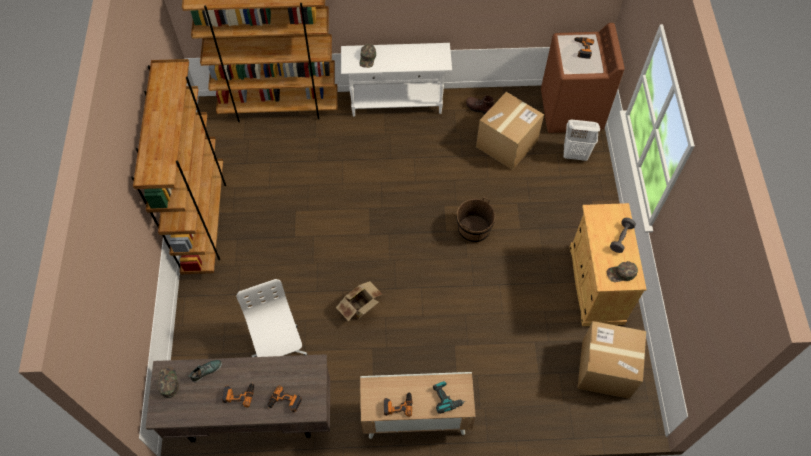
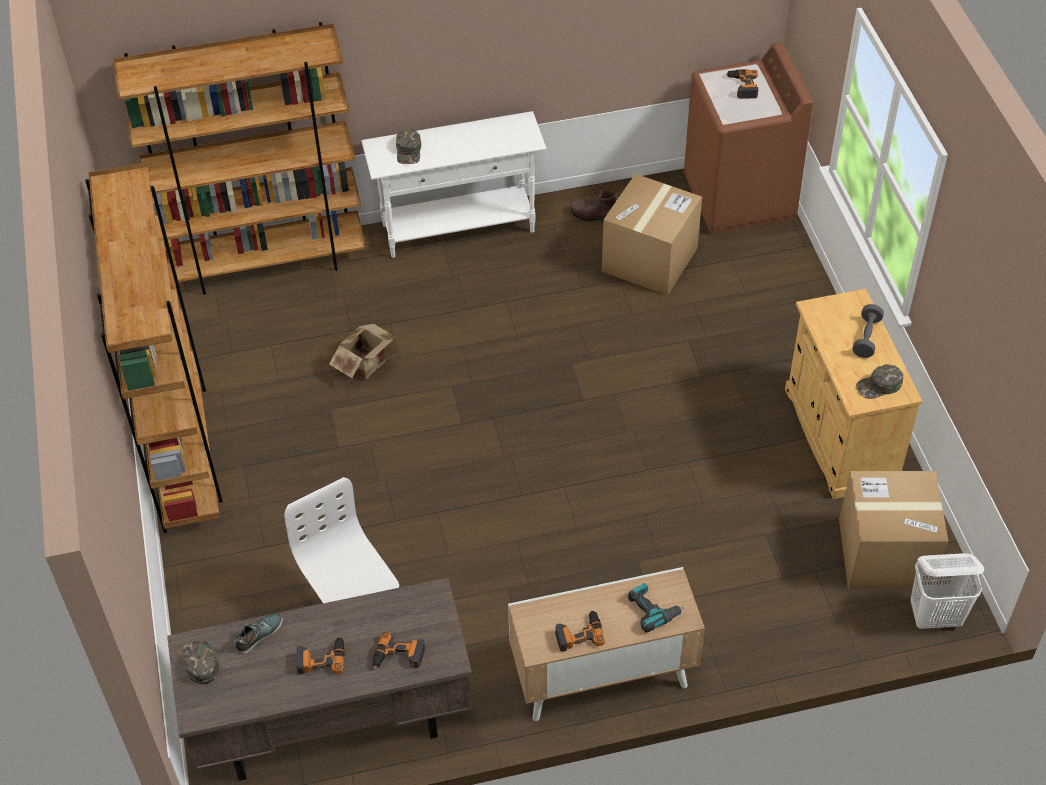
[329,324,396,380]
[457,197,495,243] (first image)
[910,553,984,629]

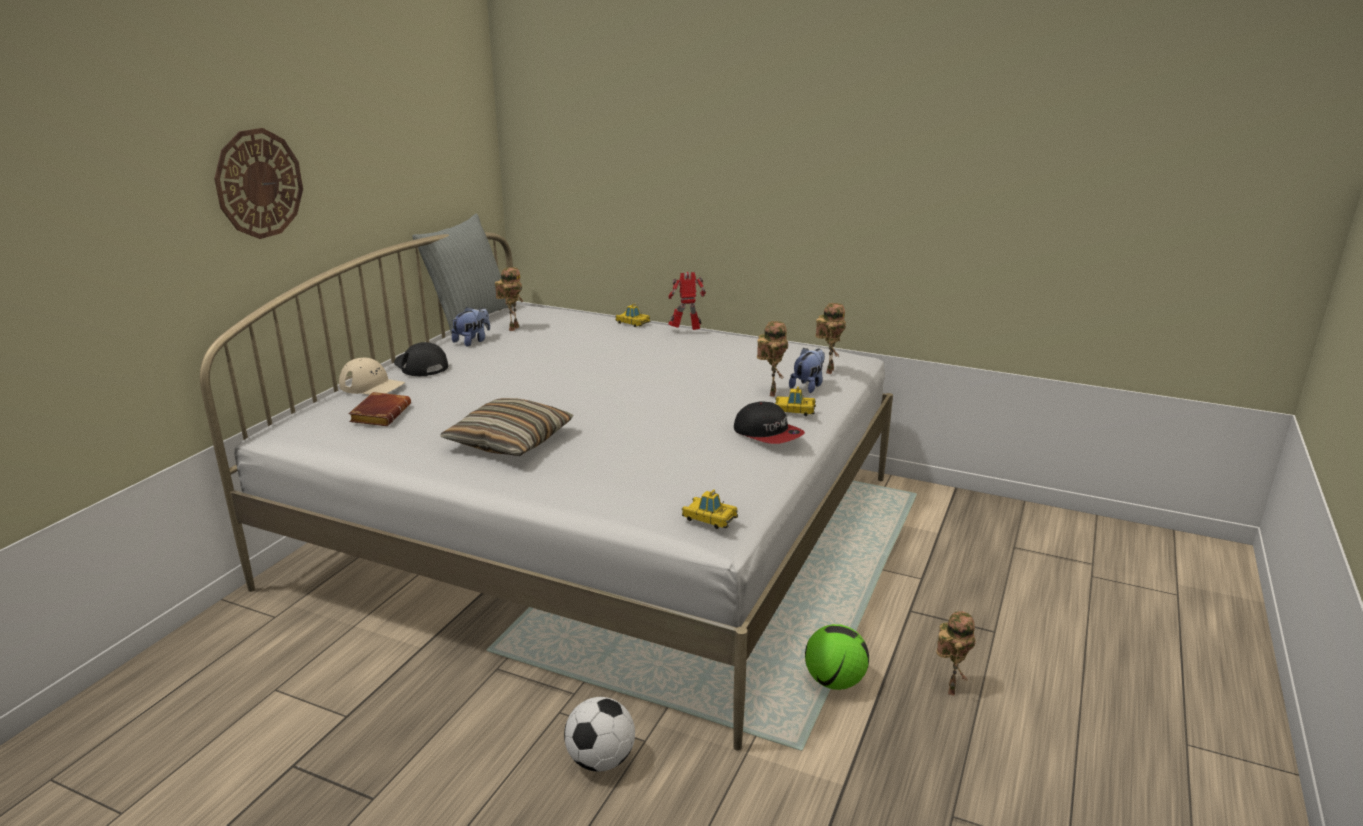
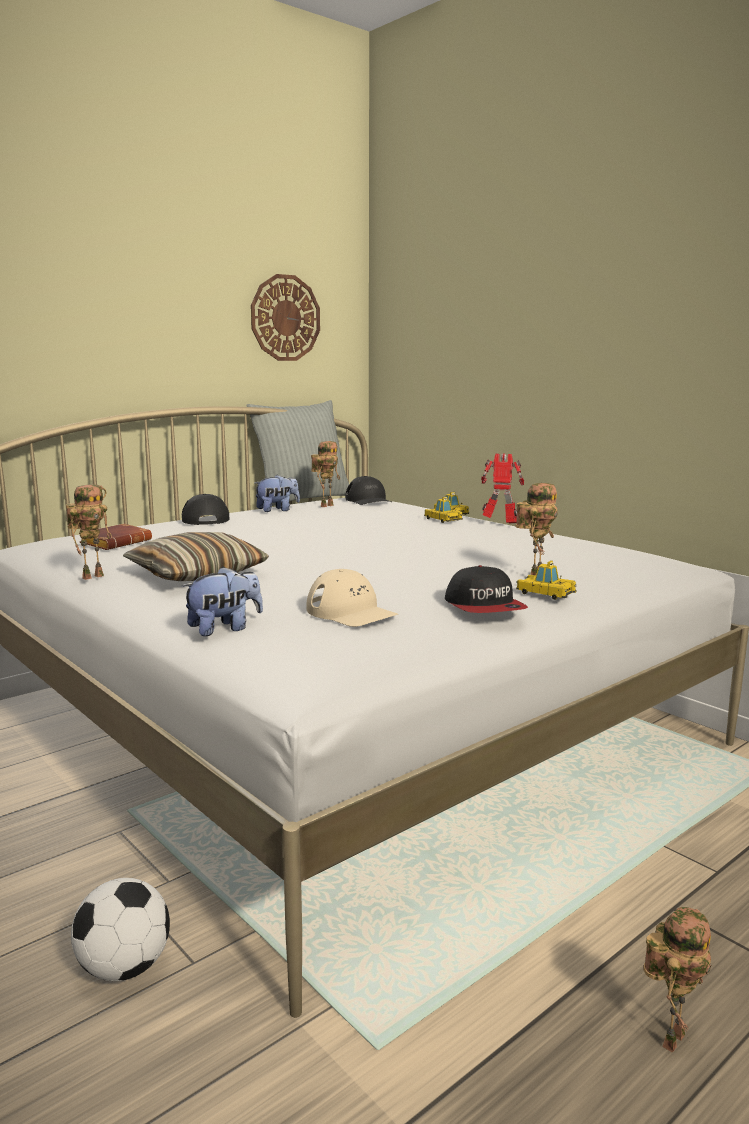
[251,274,320,361]
[306,569,398,627]
[424,497,463,523]
[182,566,263,636]
[805,624,869,690] (first image)
[66,484,112,580]
[345,476,391,505]

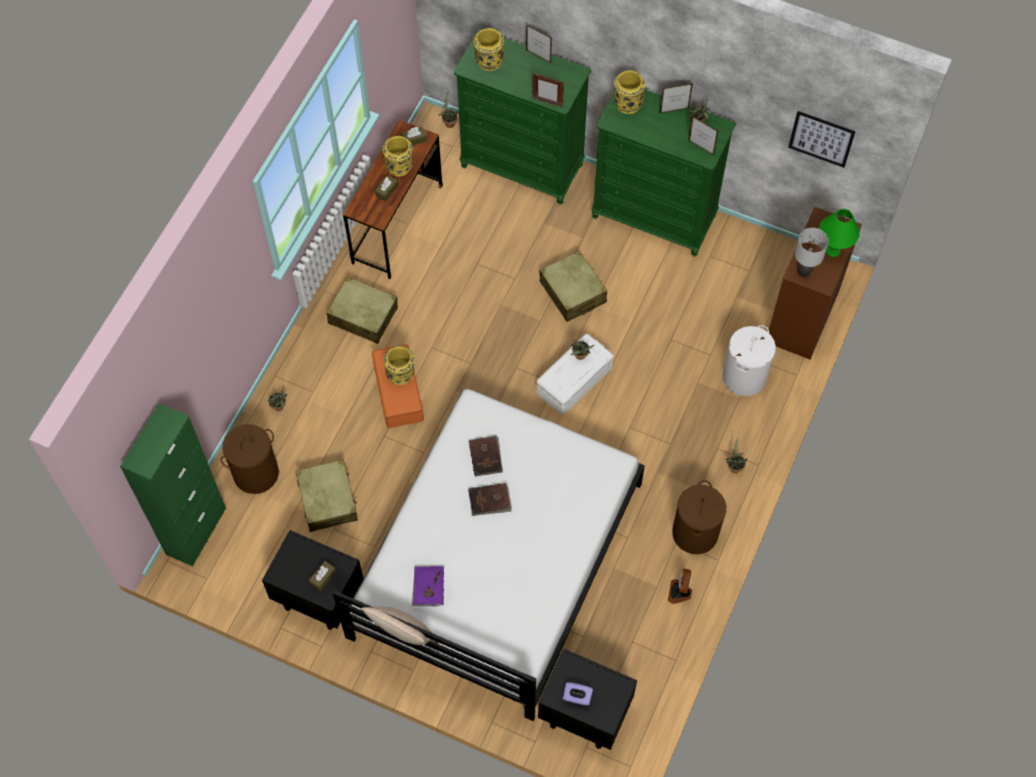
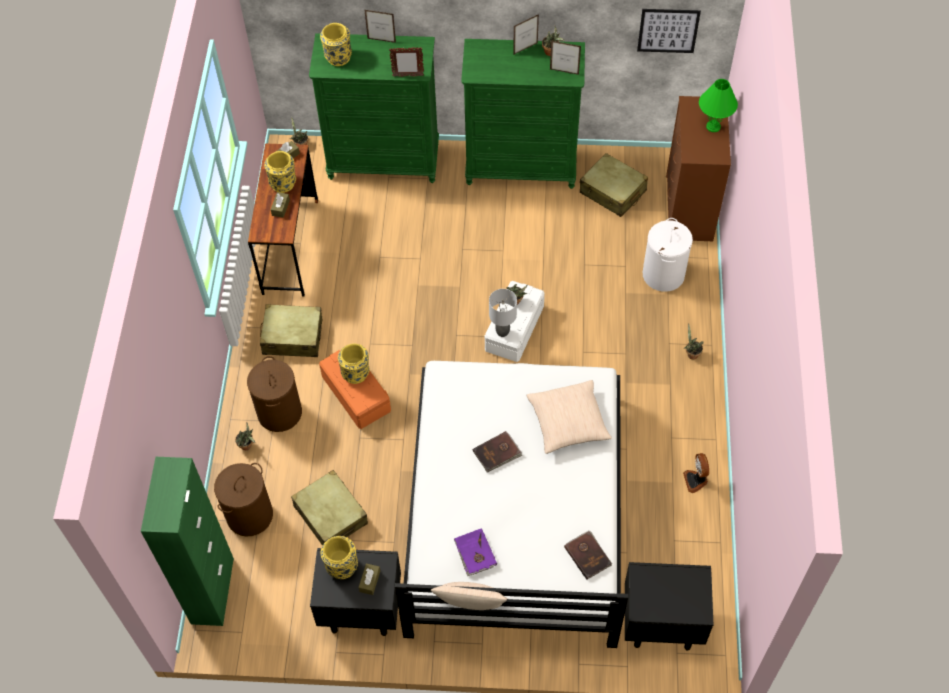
[564,531,612,580]
[580,153,648,217]
[563,682,593,706] (first image)
[321,536,358,579]
[247,356,302,432]
[489,289,517,337]
[526,380,612,454]

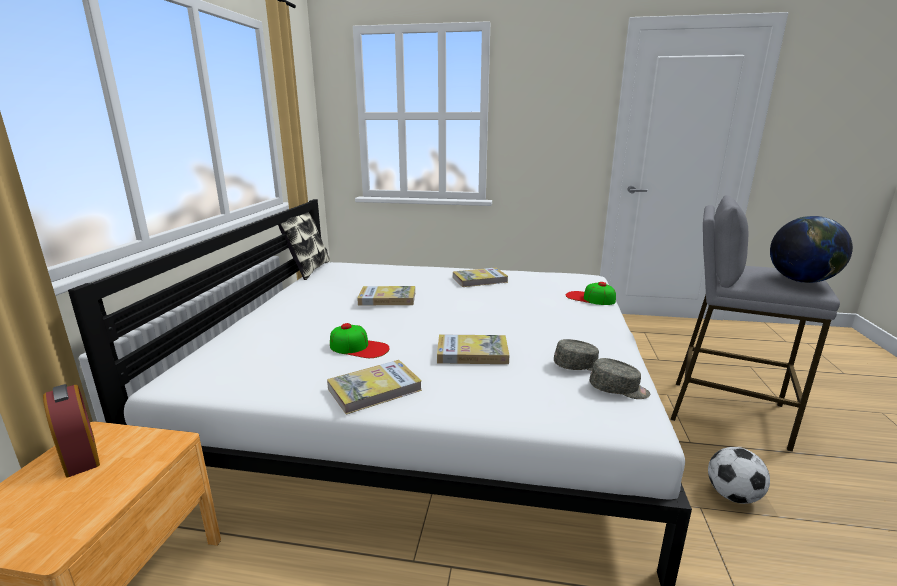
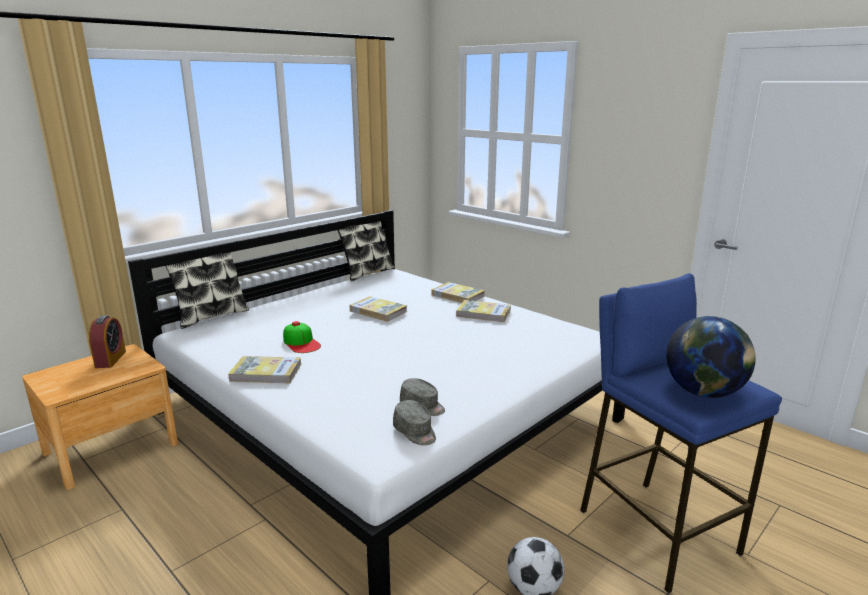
[431,282,485,303]
[566,282,616,305] (first image)
[580,273,782,594]
[166,252,249,329]

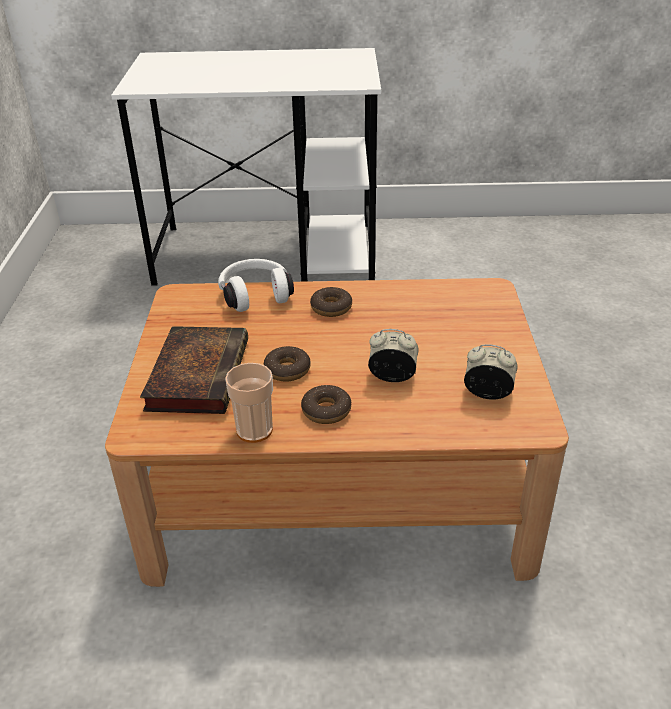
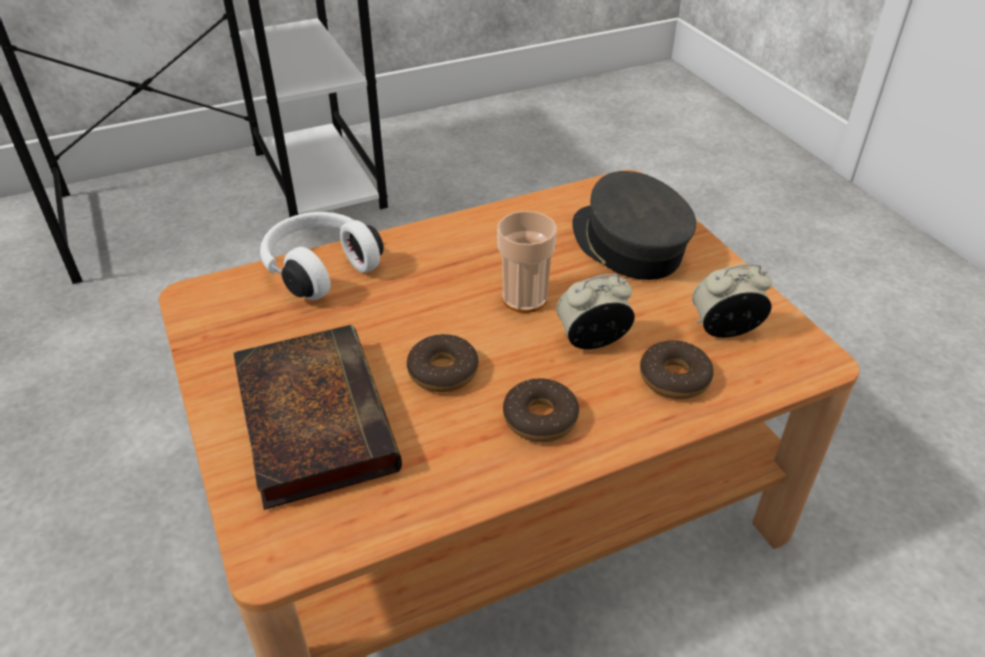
[497,211,557,313]
[640,340,714,399]
[572,171,696,280]

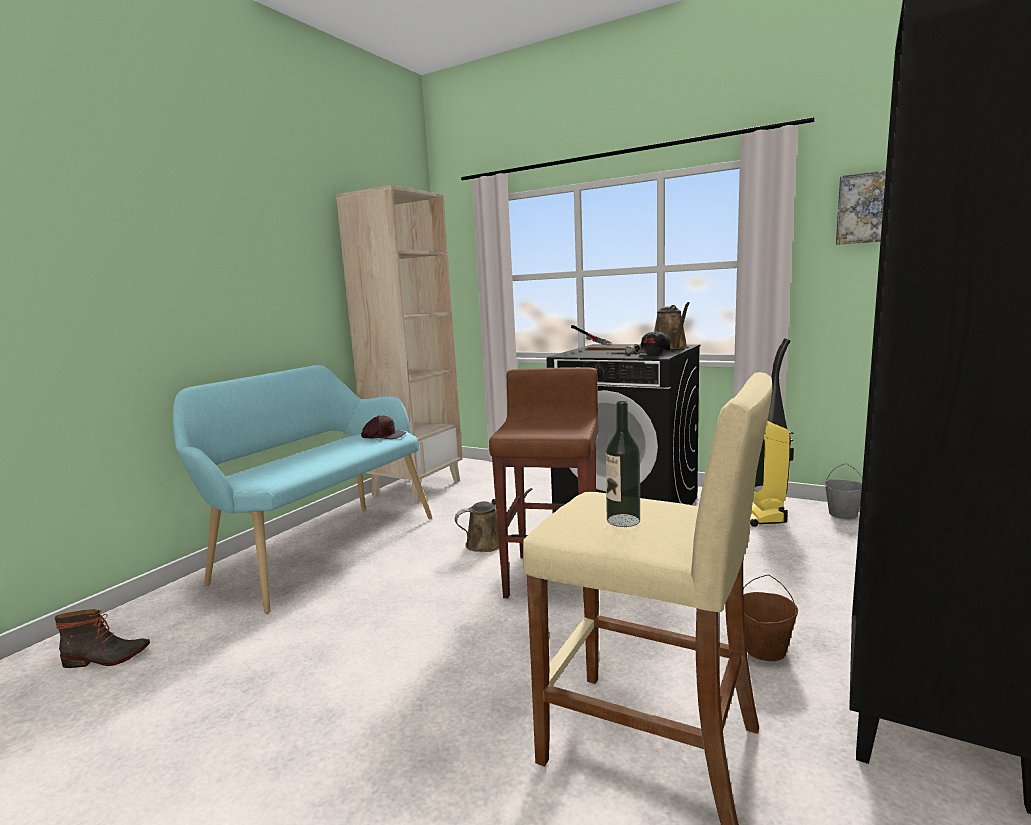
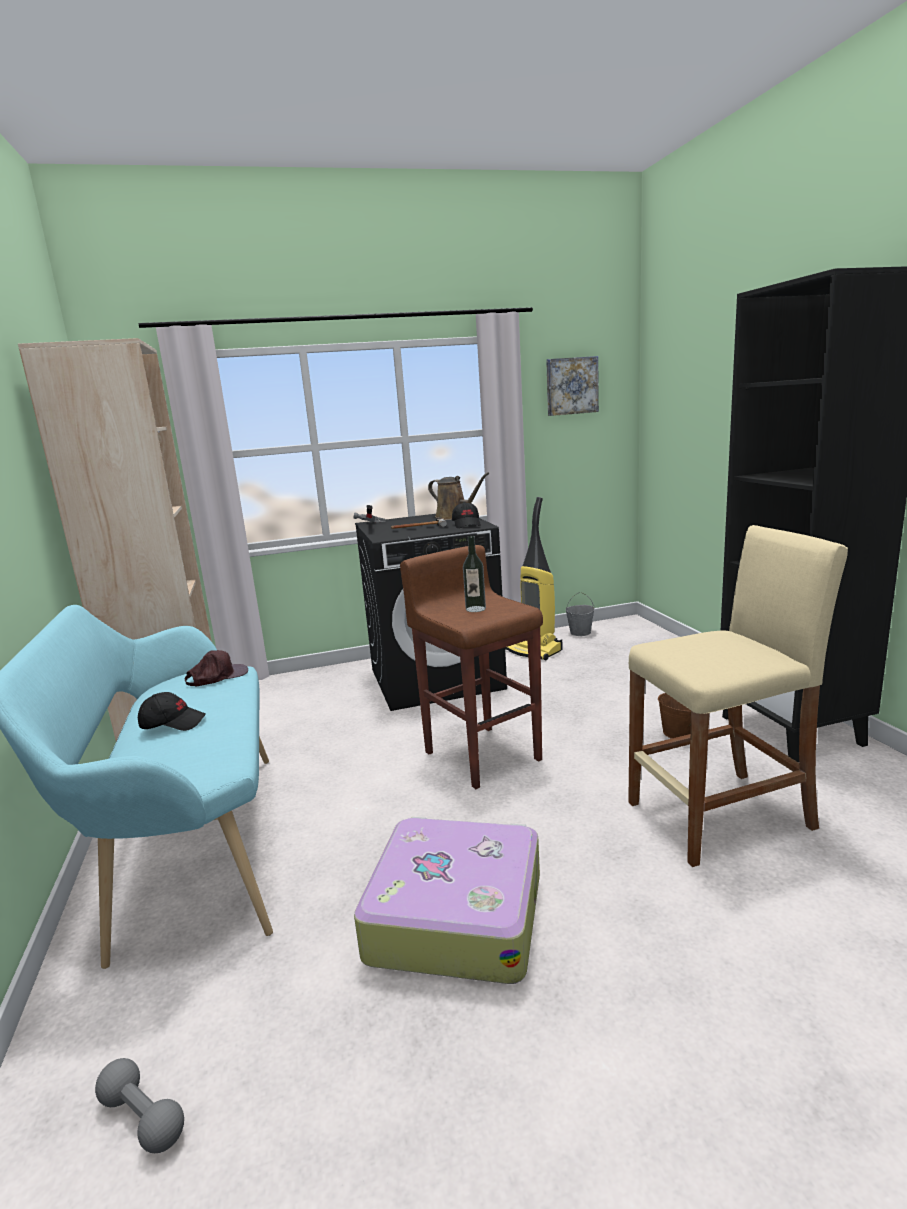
[95,1058,184,1153]
[455,488,533,552] (first image)
[463,536,486,612]
[138,692,206,731]
[354,817,540,984]

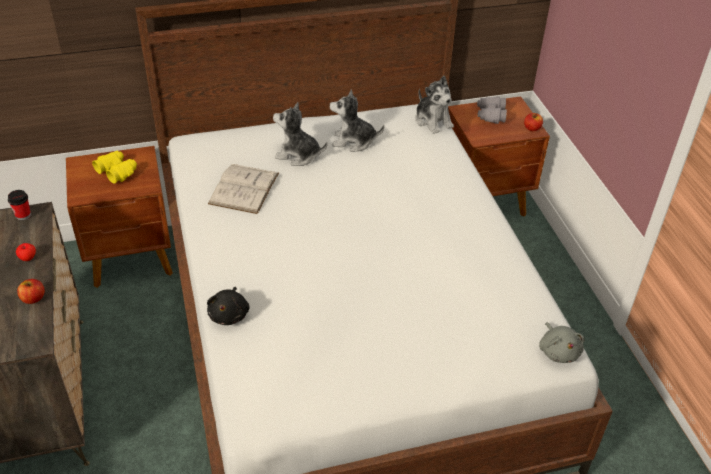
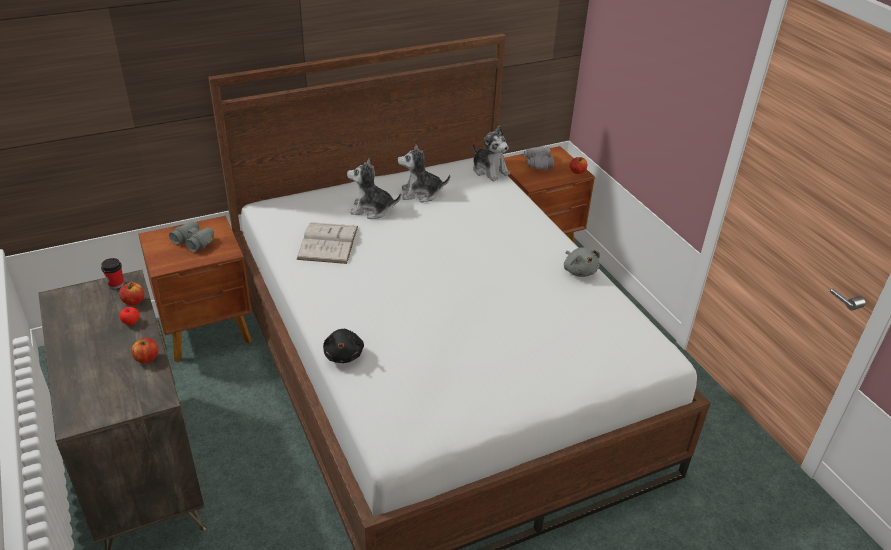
[169,221,214,252]
[564,247,600,277]
[119,282,144,306]

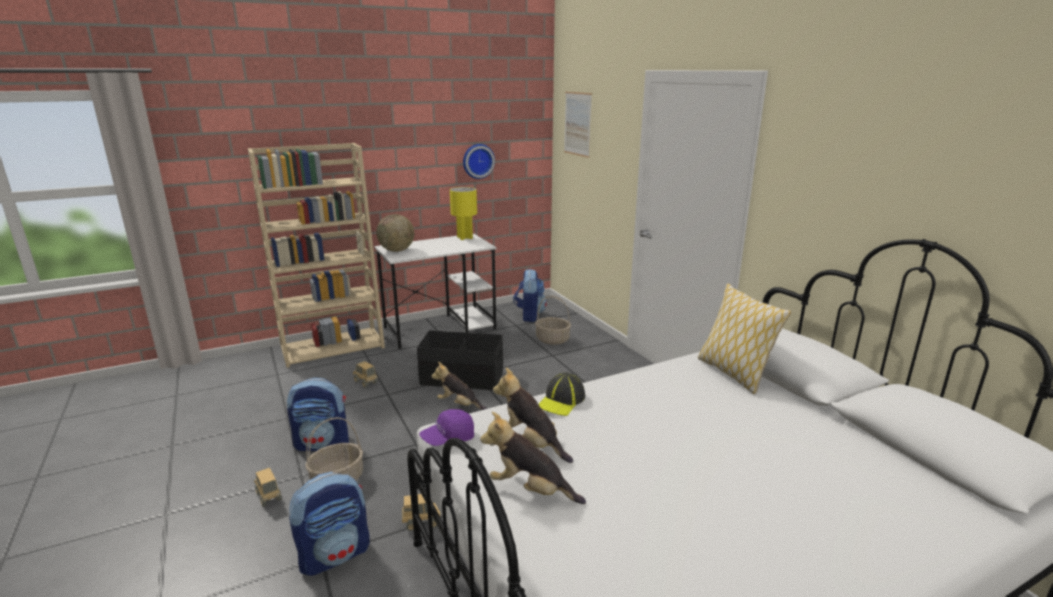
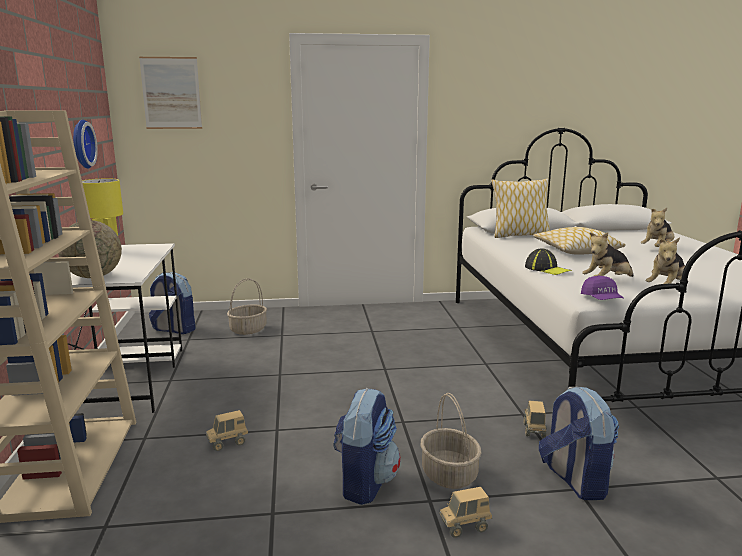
[417,330,503,390] (first image)
[641,208,674,247]
[533,227,626,255]

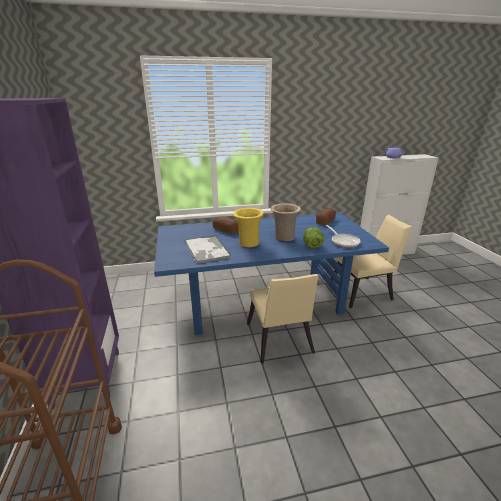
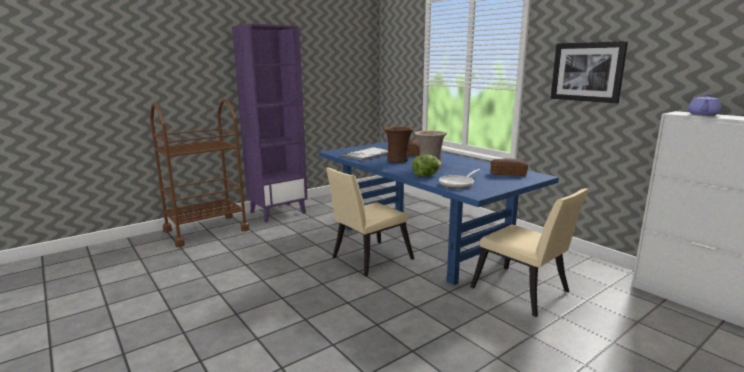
[383,126,414,163]
[551,41,628,103]

